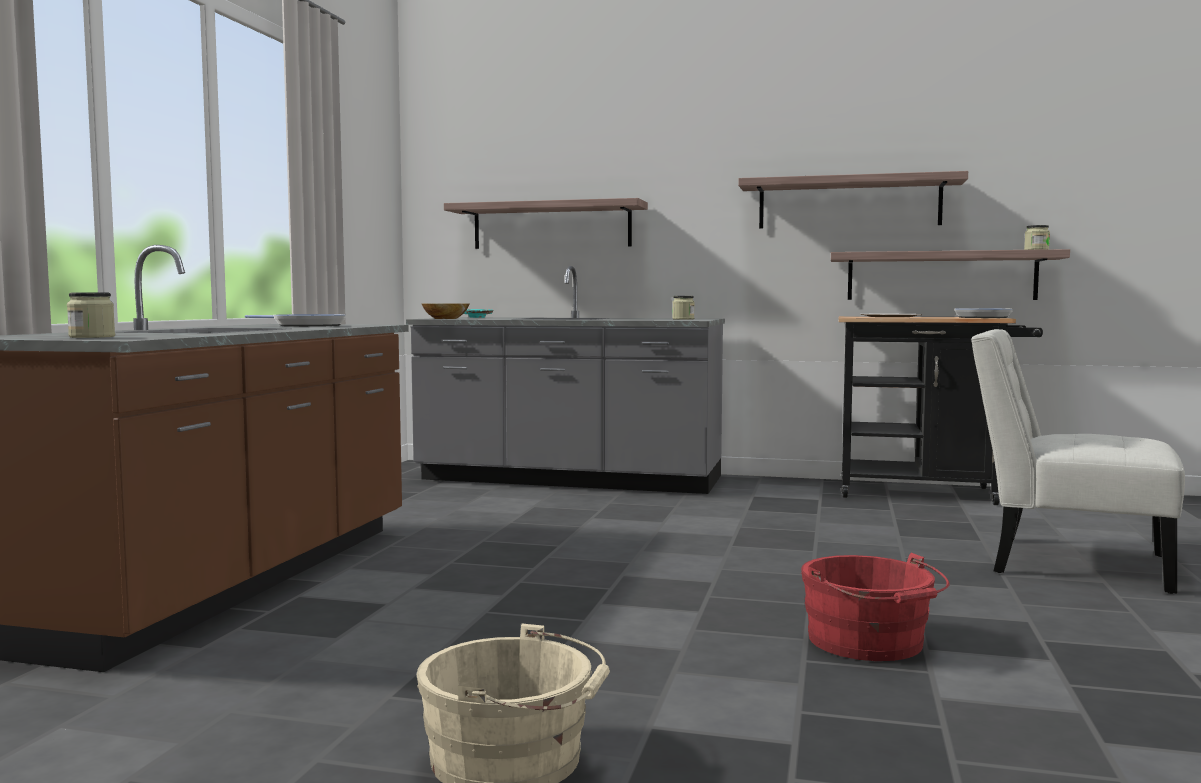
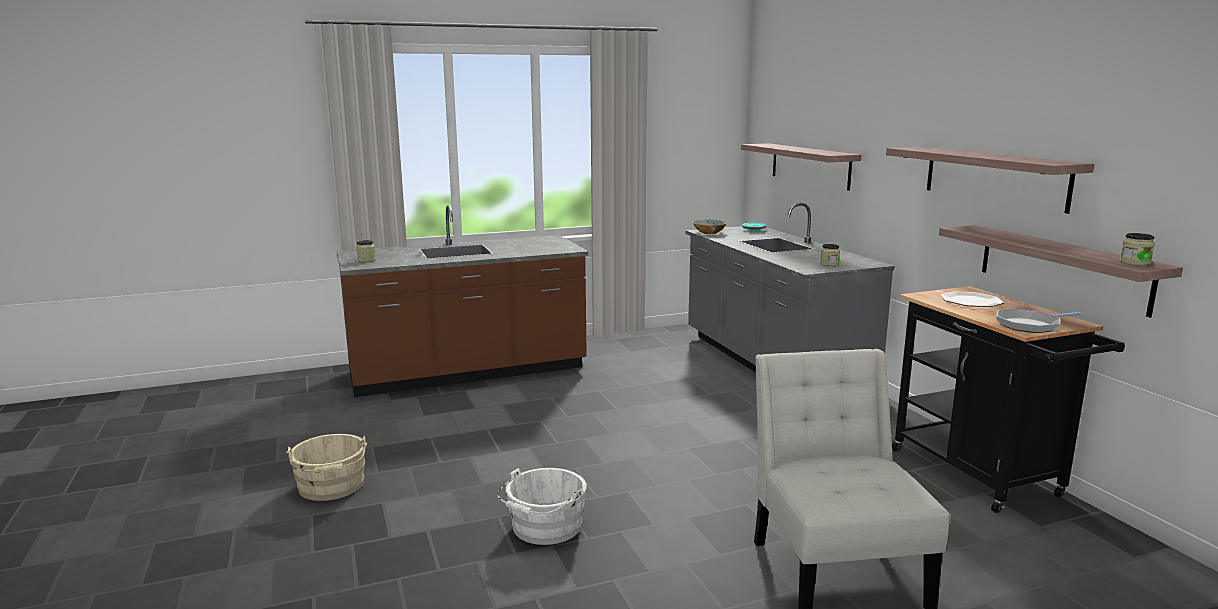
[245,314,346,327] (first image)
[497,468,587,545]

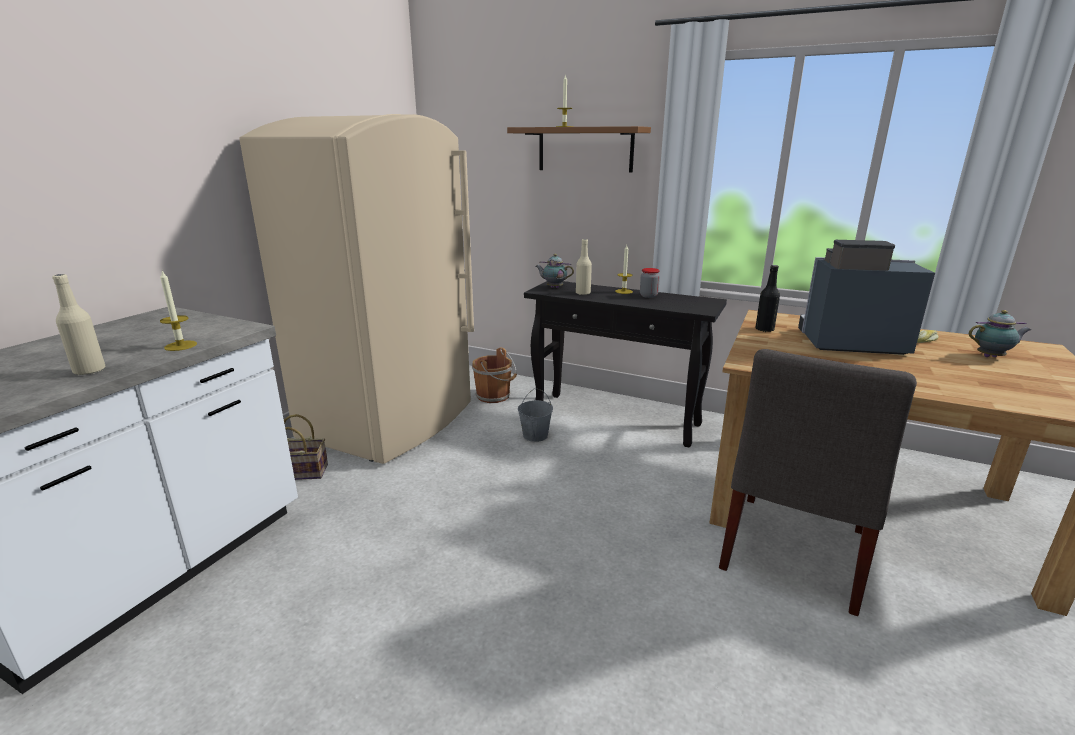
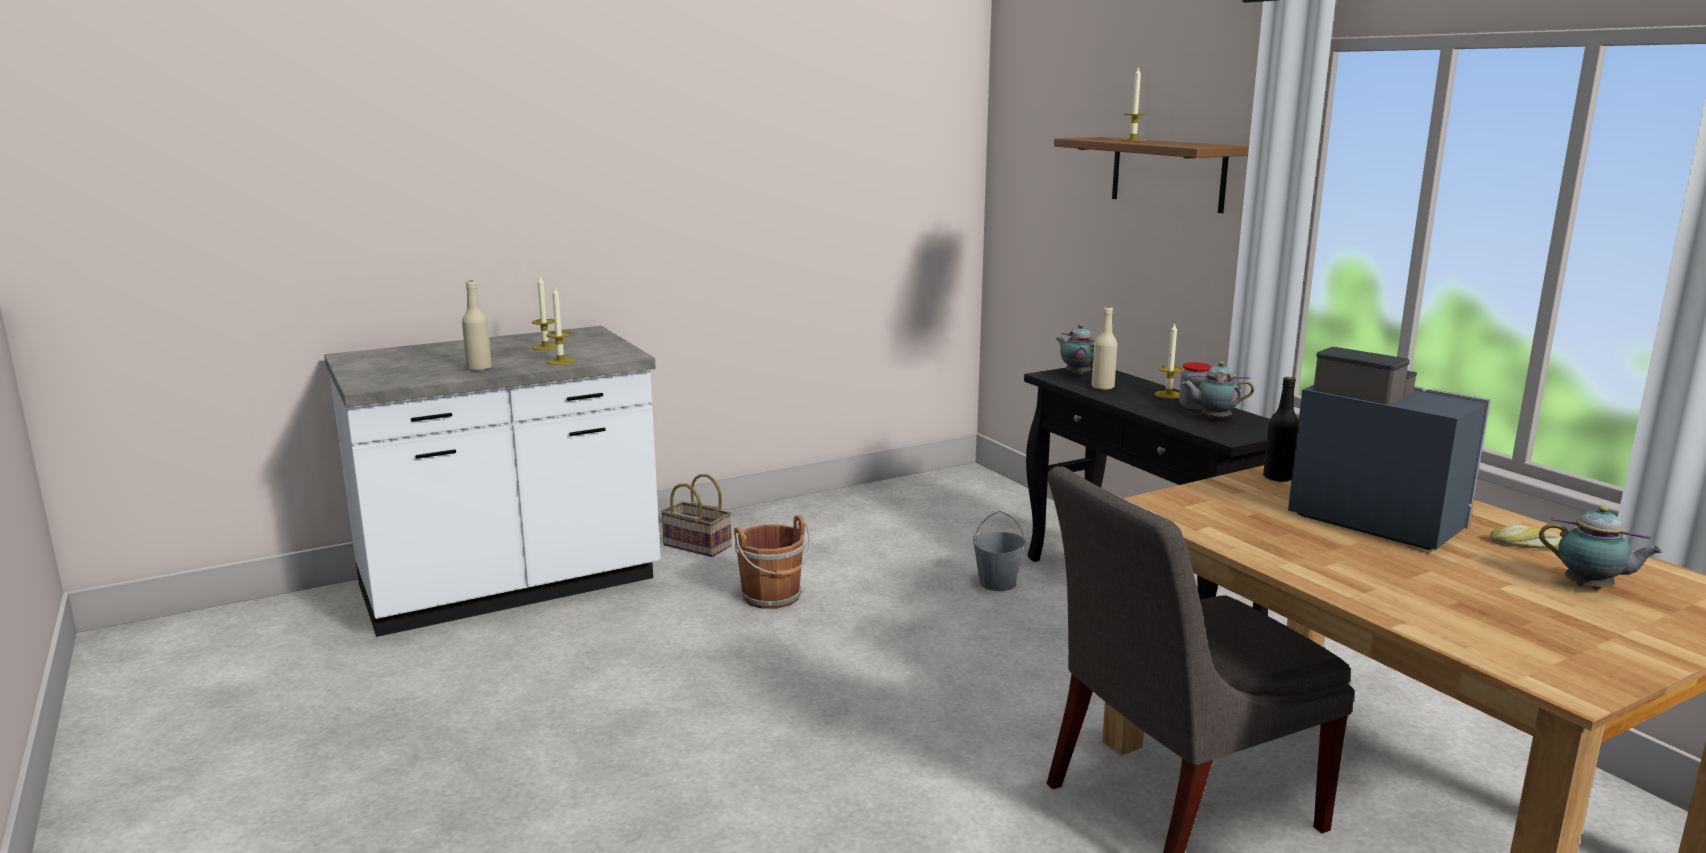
[239,114,474,464] (first image)
[734,515,811,609]
[532,277,556,350]
[1182,361,1254,419]

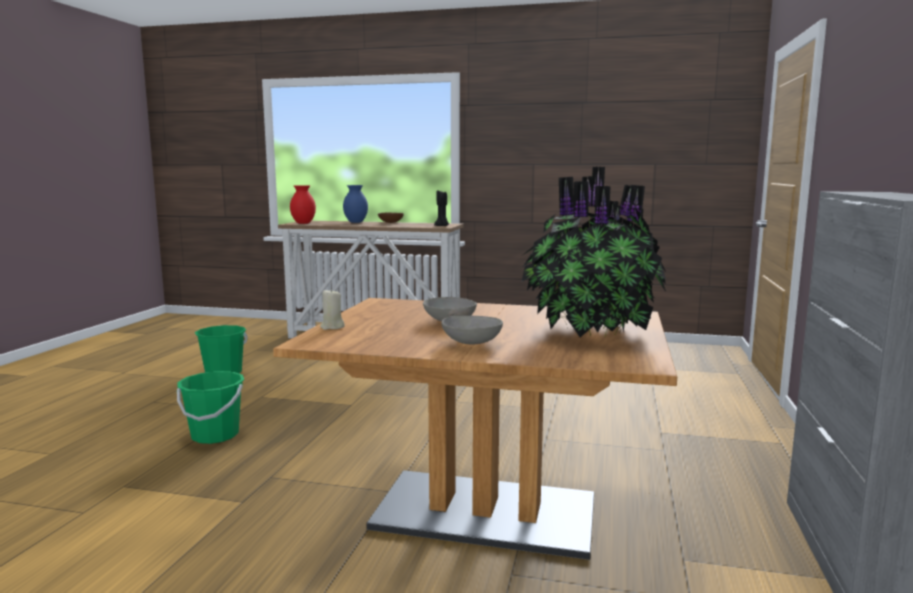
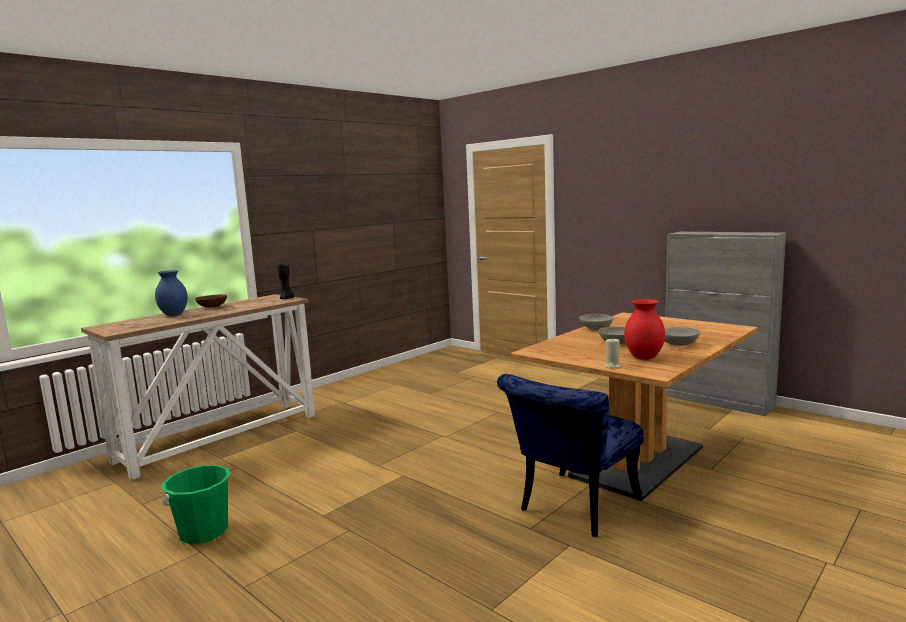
[177,371,244,444] (first image)
[624,299,665,360]
[522,167,666,337] (first image)
[497,374,644,537]
[579,314,614,330]

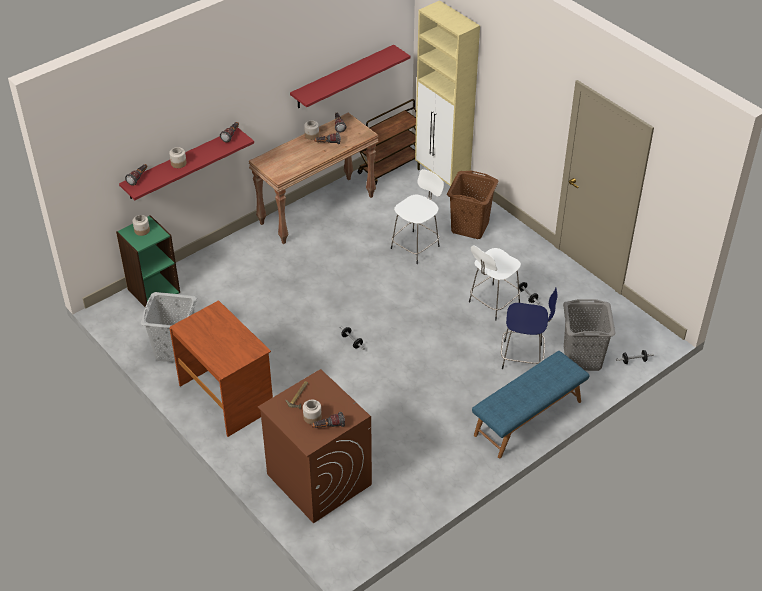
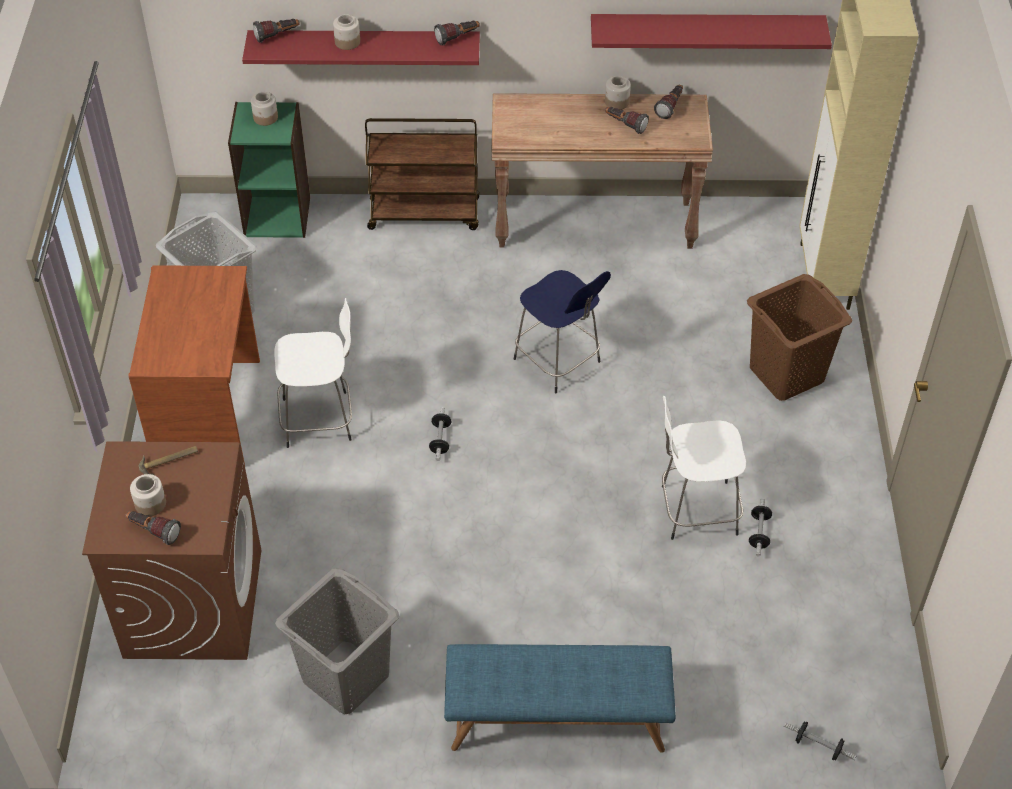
[365,118,479,230]
[274,298,352,448]
[514,270,611,393]
[275,568,399,714]

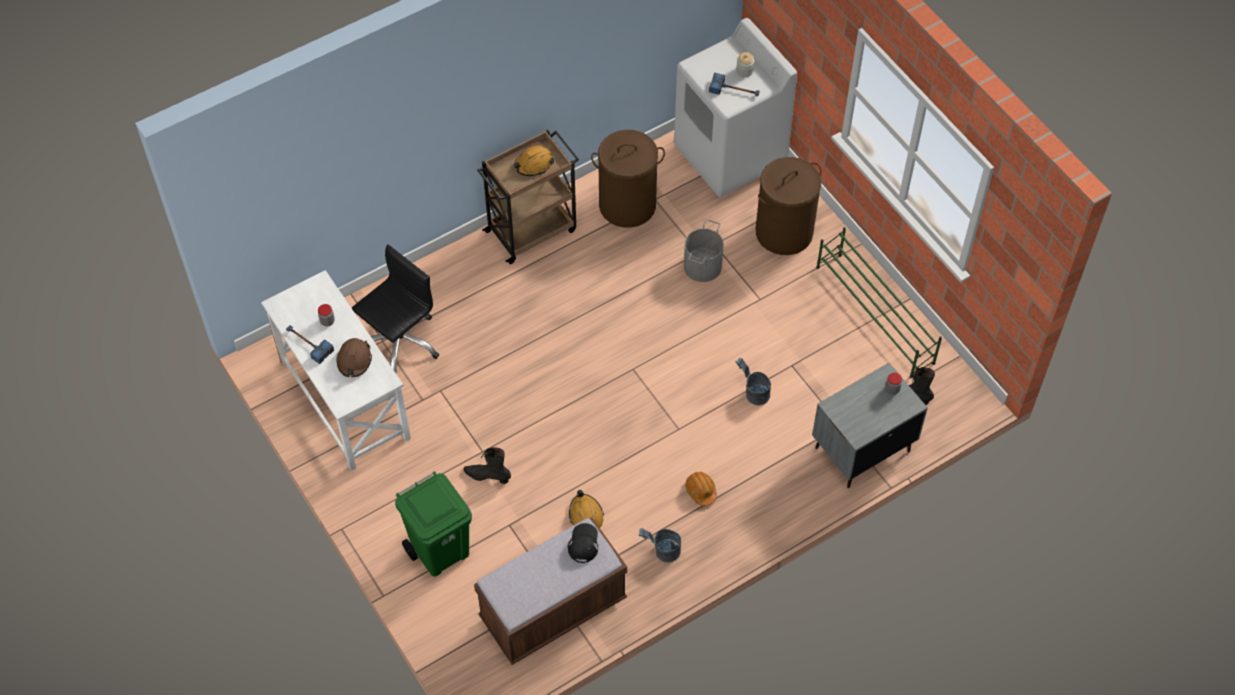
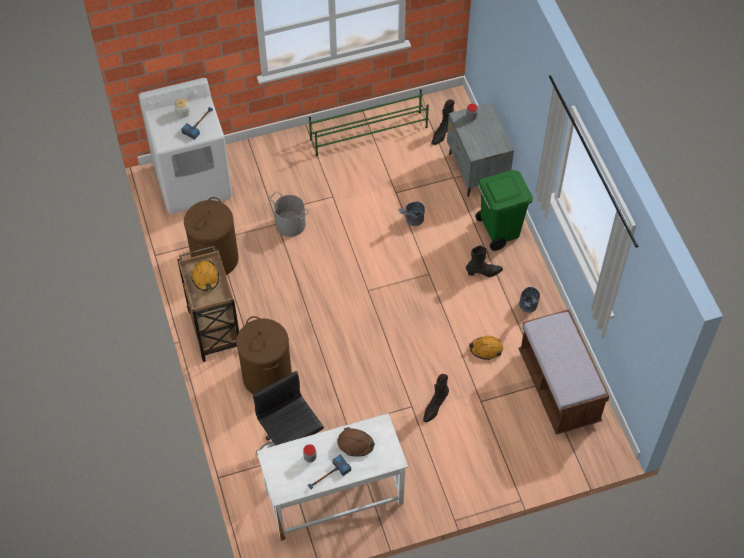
[475,170,533,251]
[568,523,598,563] (first image)
[466,245,503,277]
[236,316,292,394]

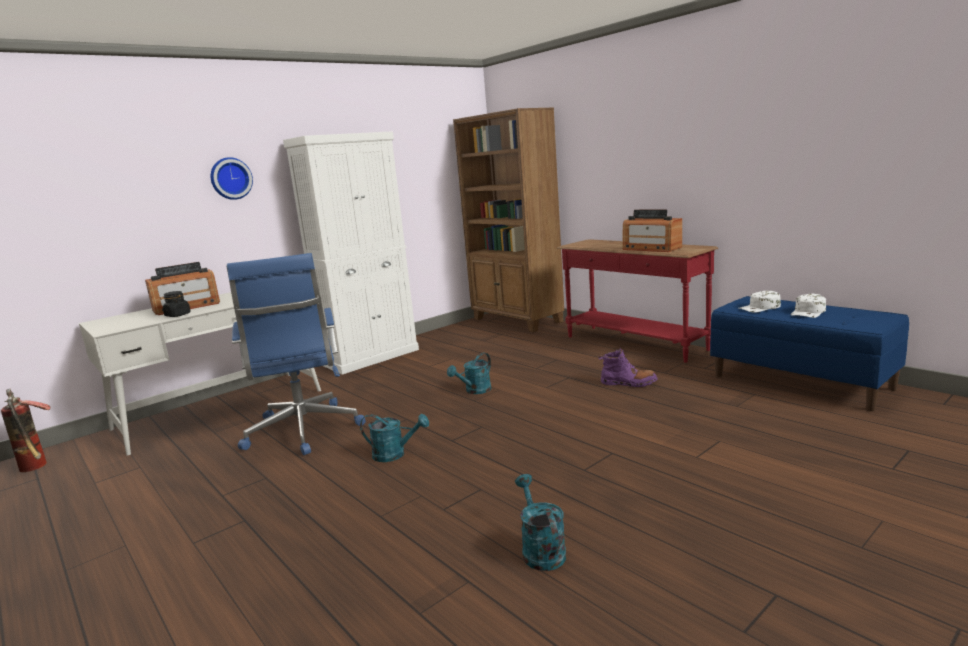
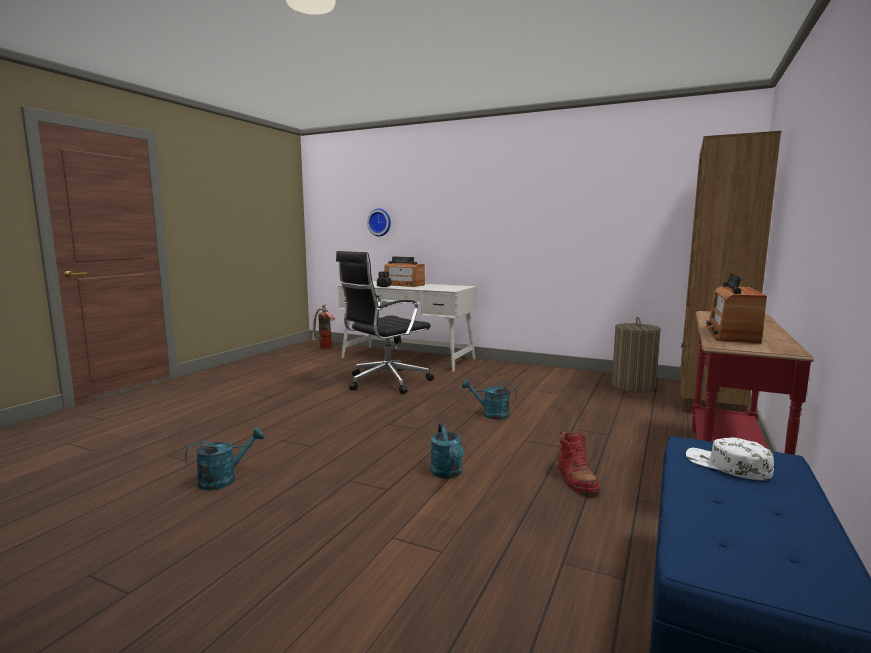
[367,208,391,236]
[336,251,434,394]
[283,131,419,375] (first image)
[430,423,464,479]
[557,431,600,492]
[790,294,826,318] (first image)
[612,317,661,392]

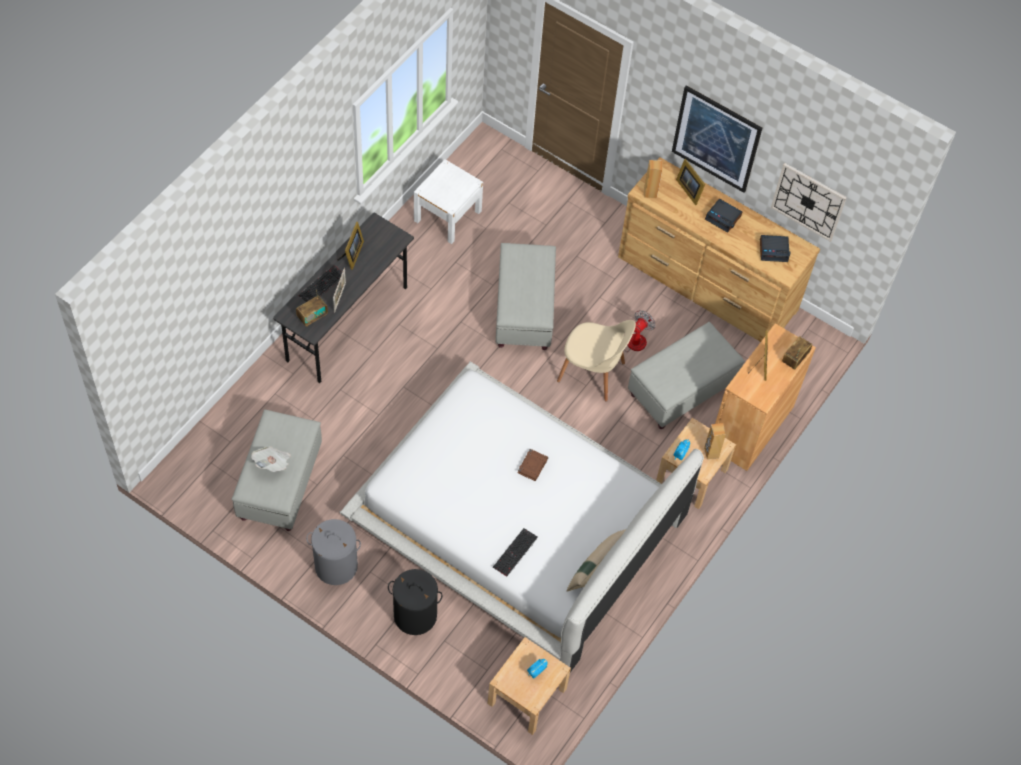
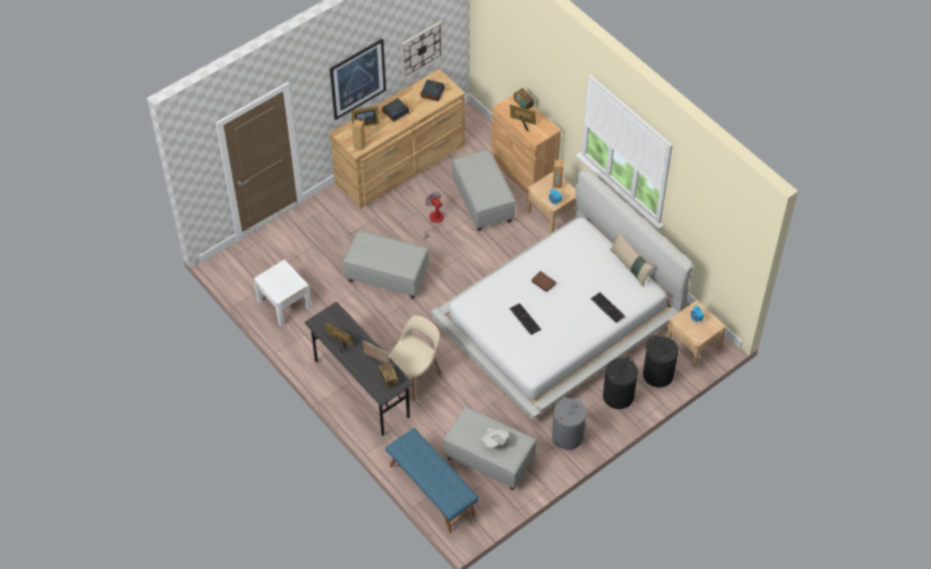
[510,303,541,335]
[389,316,442,401]
[385,428,479,533]
[643,335,679,388]

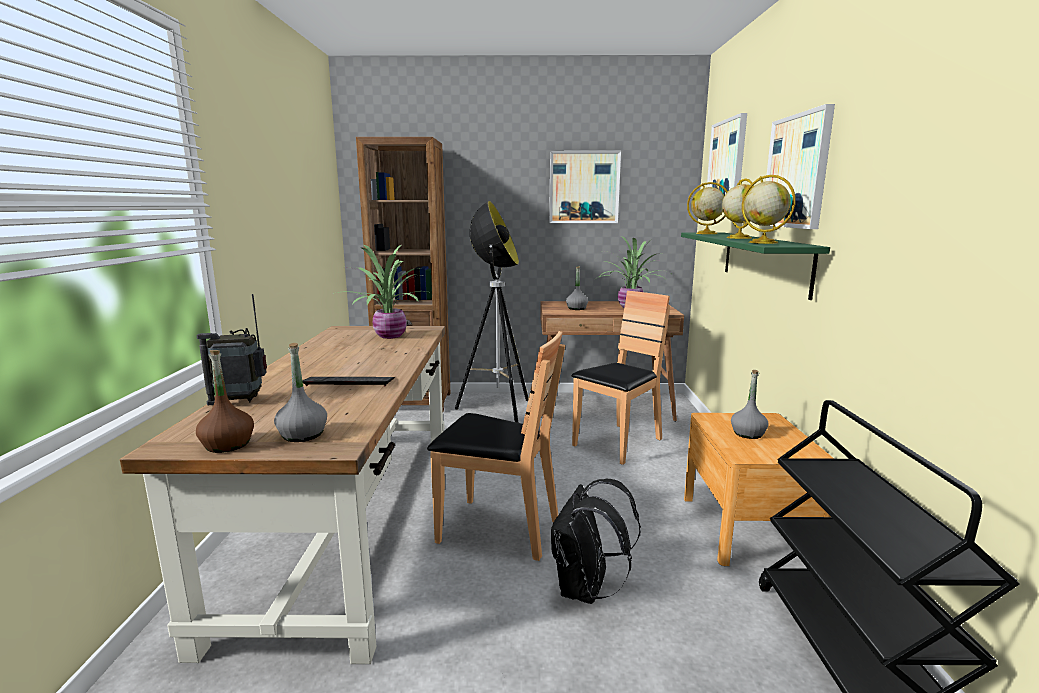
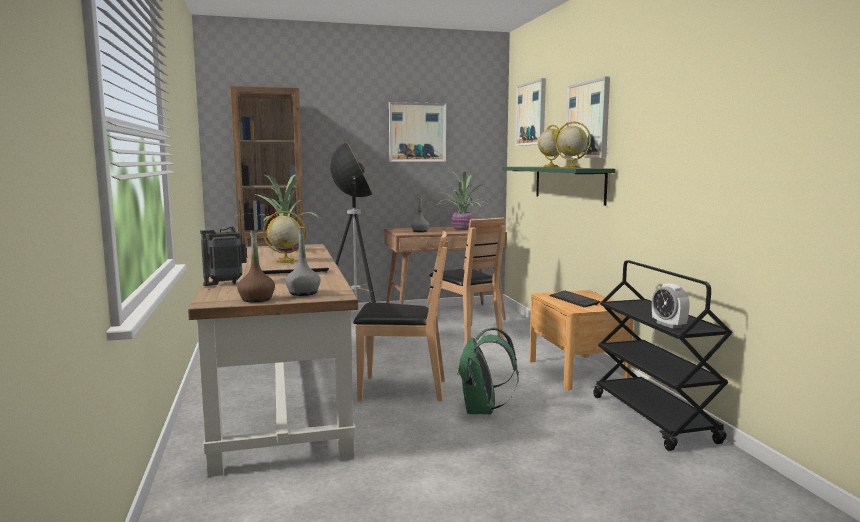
[457,327,519,414]
[429,218,506,346]
[263,211,306,263]
[549,291,600,307]
[652,283,690,329]

